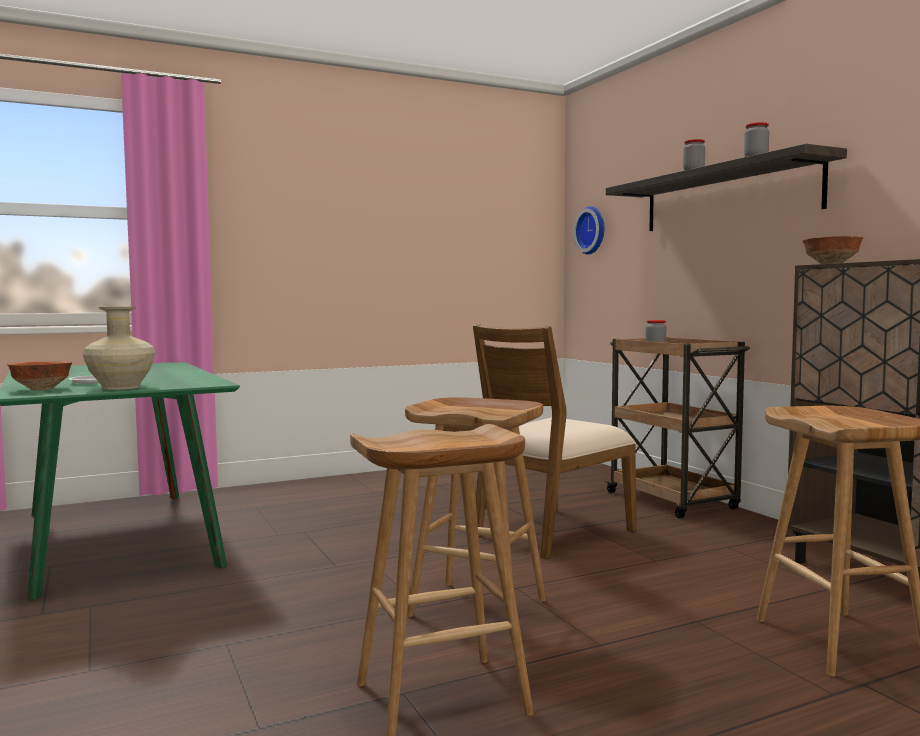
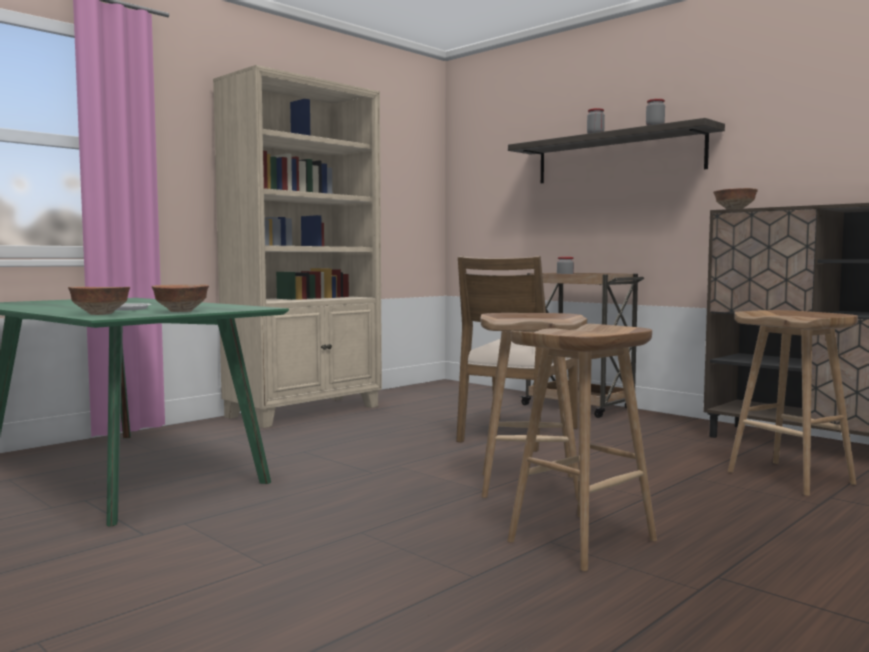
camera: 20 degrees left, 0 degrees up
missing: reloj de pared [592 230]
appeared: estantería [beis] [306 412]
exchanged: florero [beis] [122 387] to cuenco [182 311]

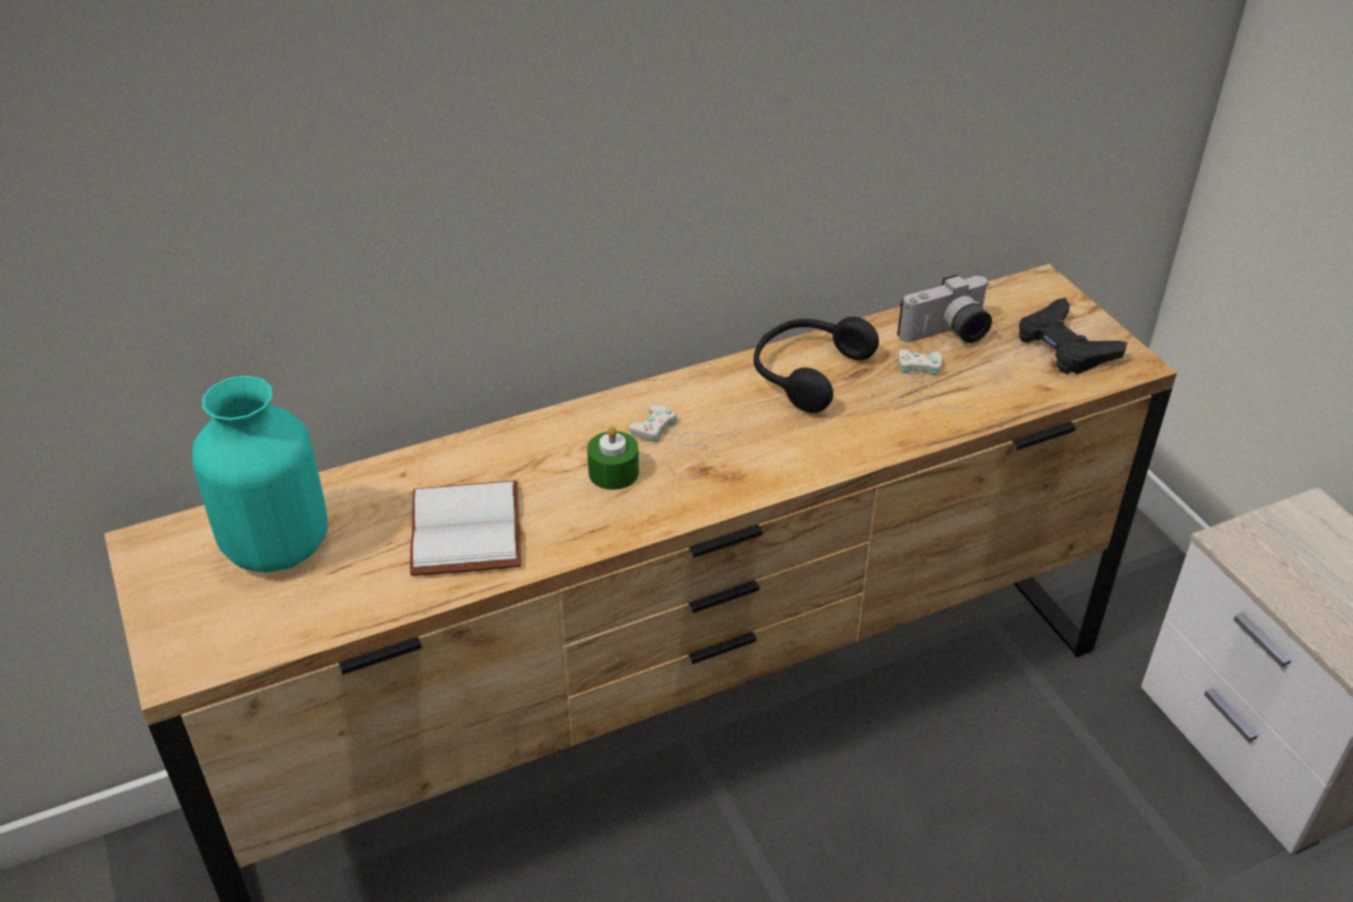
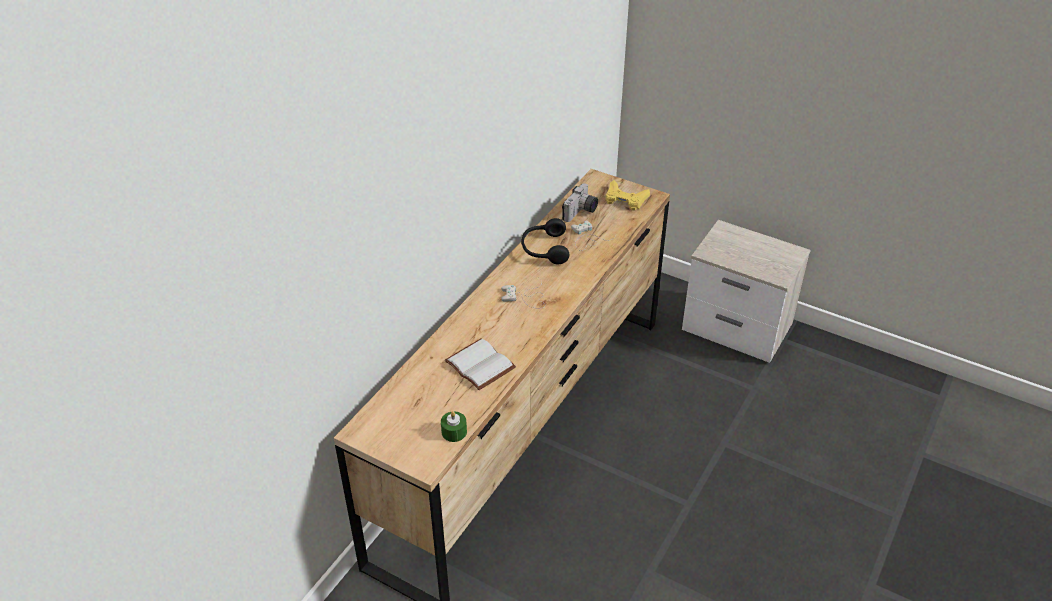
camera: 35 degrees left, 0 degrees up
missing: florero [turquesa] [279 546]
relocated: vela [verde] [613 472] to [454 432]
colour: mando de consola [negro] [1065 346] to mando de consola [amarillo] [625 199]

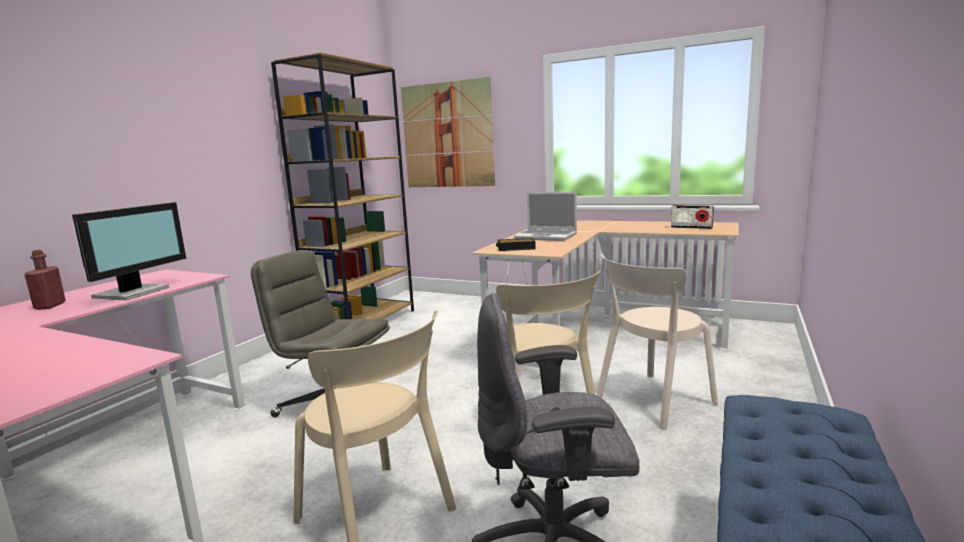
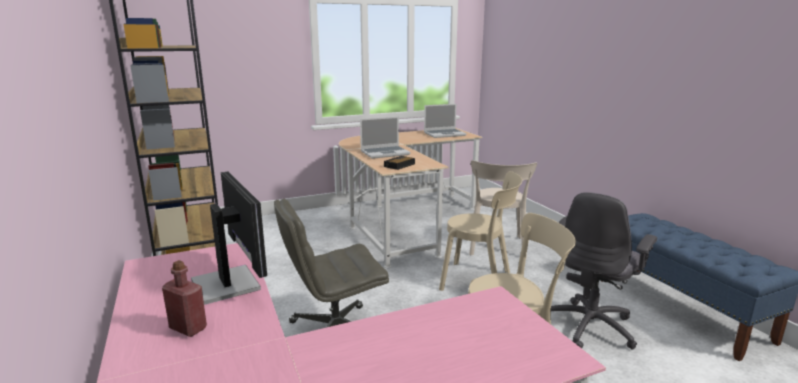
camera: 50 degrees left, 5 degrees up
missing: cuadro [447 135]
exchanged: radio [691 227] to portátil [444 134]

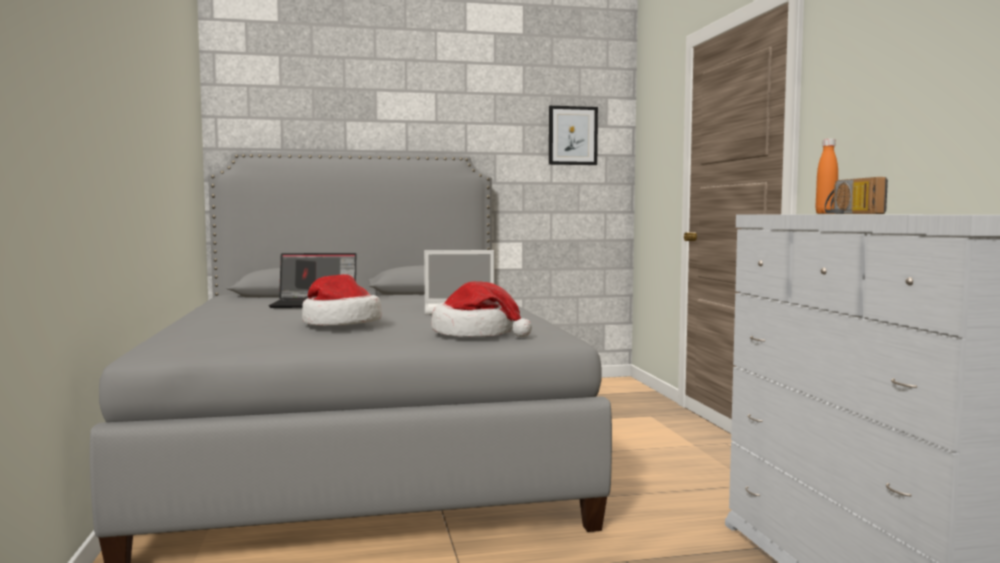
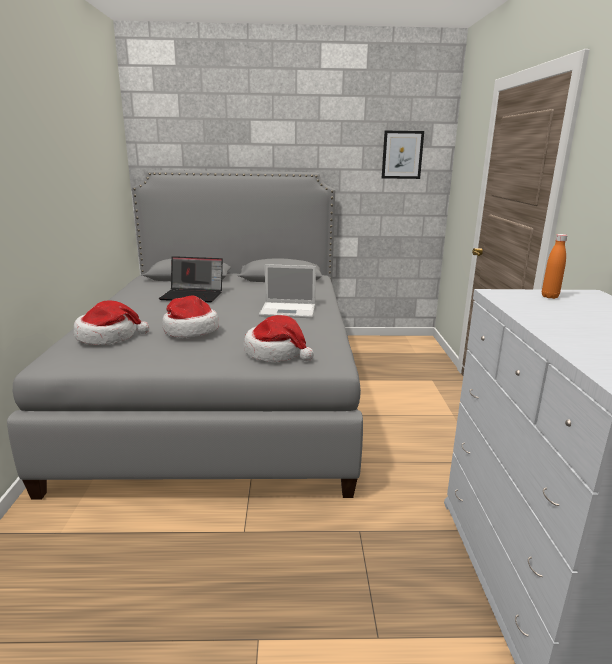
camera: 10 degrees right, 15 degrees up
missing: radio [849 213]
appeared: sombrero [108 337]

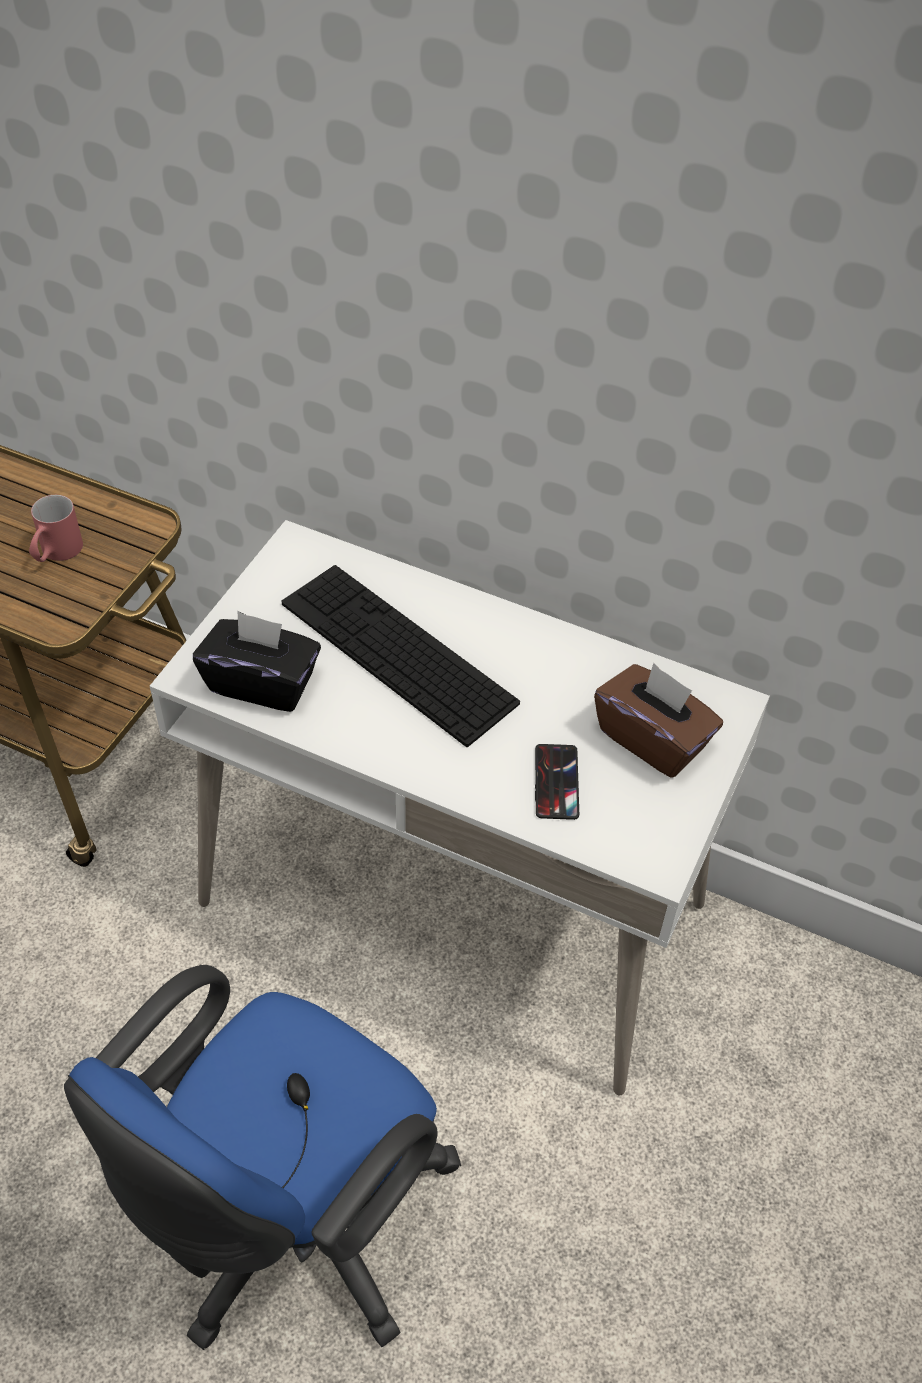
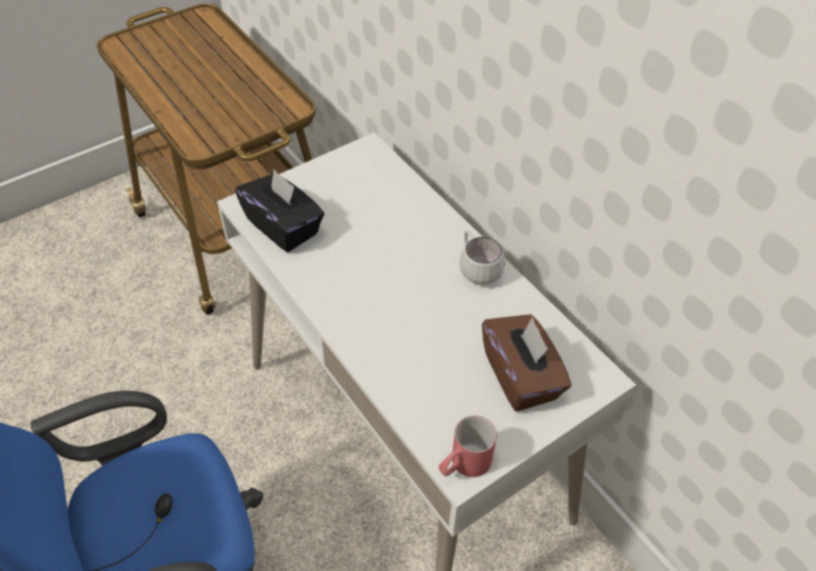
camera: 30 degrees right, 0 degrees up
missing: teclado [397 652]; móvil [556 782]
appeared: taza grande [blanco] [476 269]
relocated: taza grande [rojo] [56 554] to [463 465]

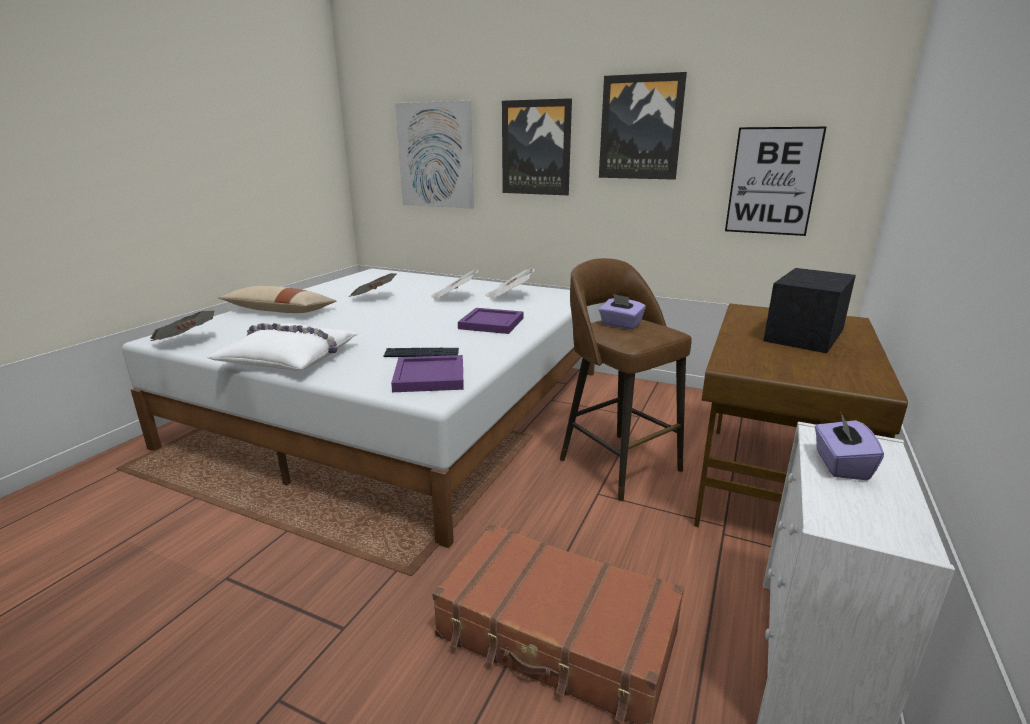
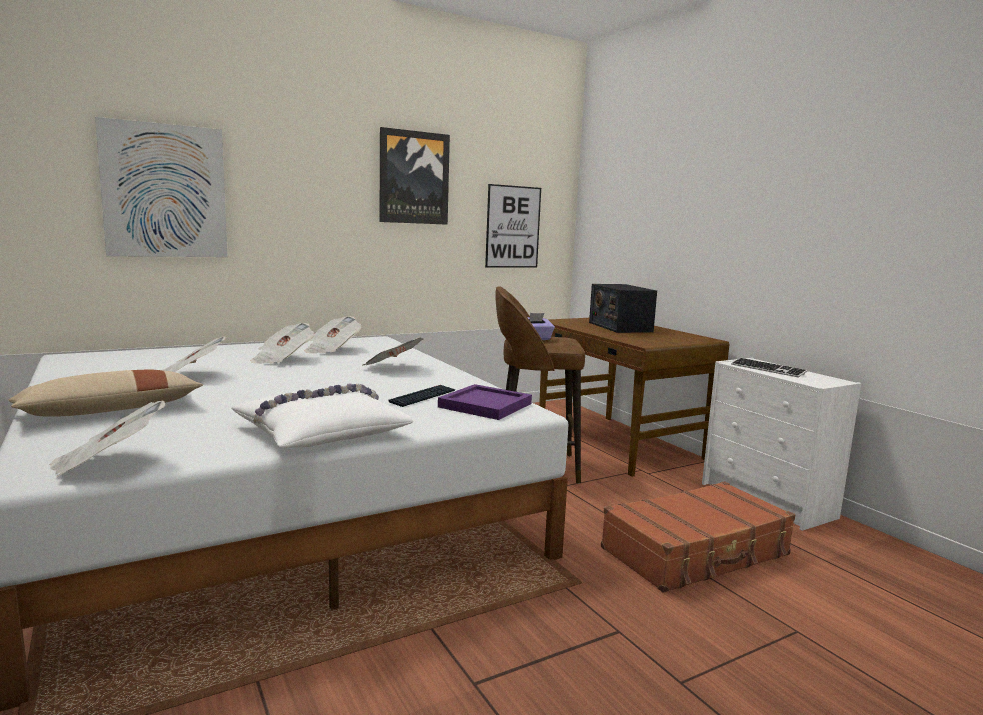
camera: 55 degrees left, 10 degrees down
missing: cuadro [536 148]
exchanged: bandeja [morado] [491 323] to periódico [392 368]; caja de pañuelos [morado] [840 465] to teclado [767 369]

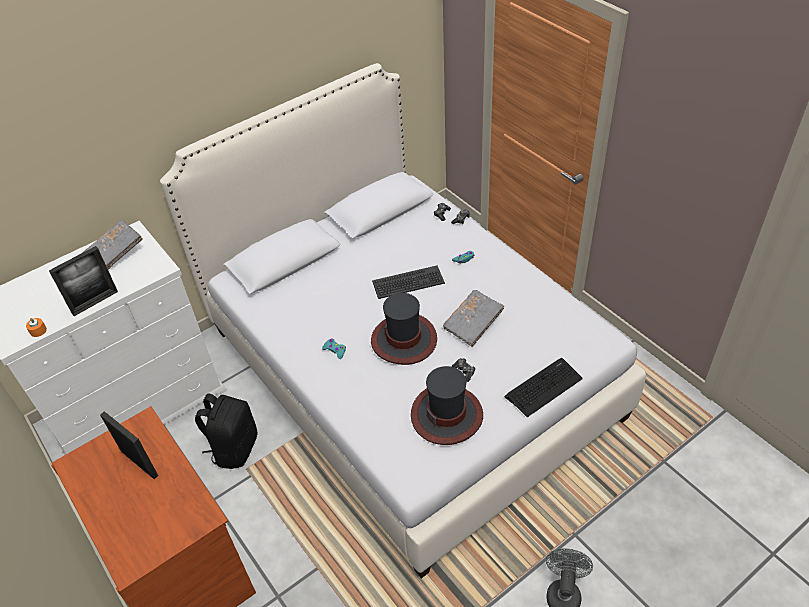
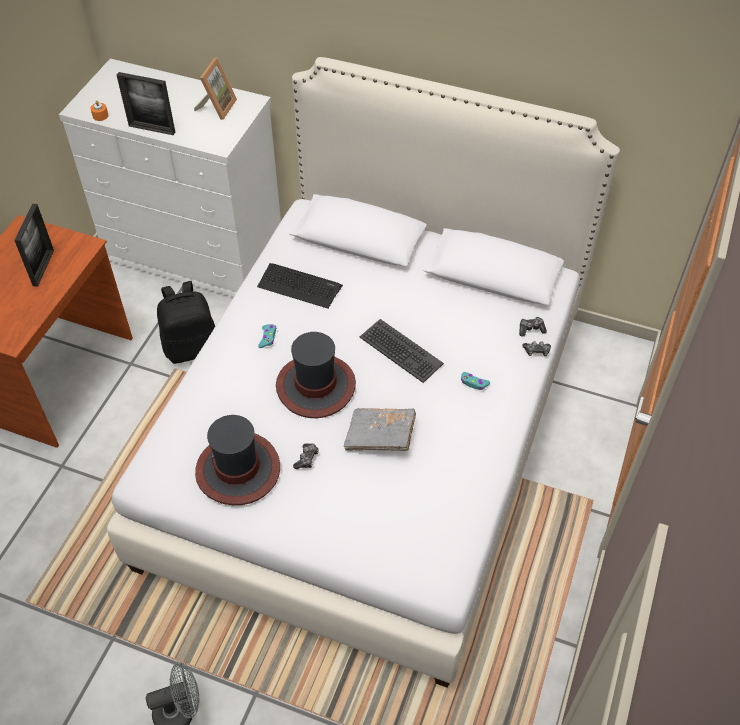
camera: 55 degrees right, 5 degrees up
relocated: teclado [543 387] to [299 286]
exchanged: libro [gris] [115 254] to portarretratos [217 107]

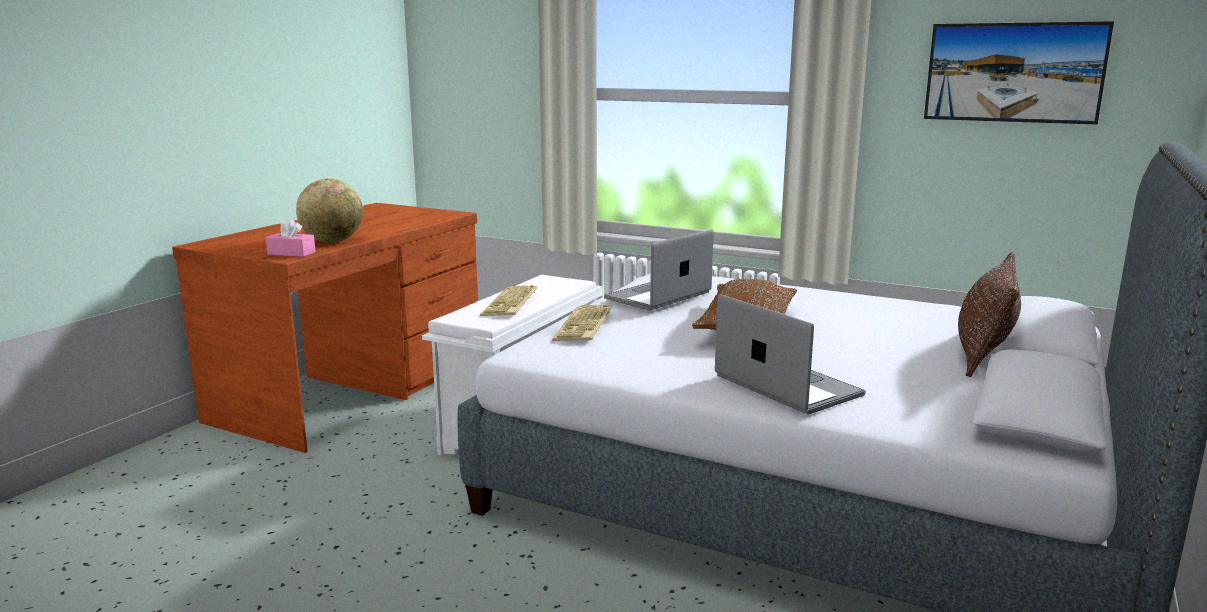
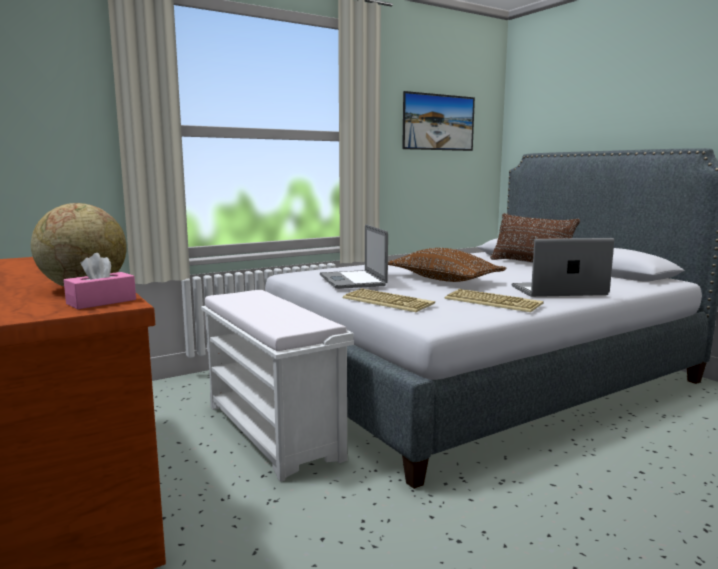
camera: 60 degrees left, 5 degrees down
relocated: teclado [511 303] to [494 302]

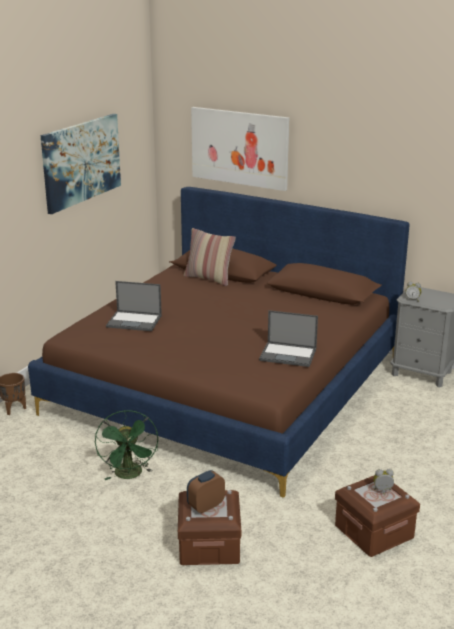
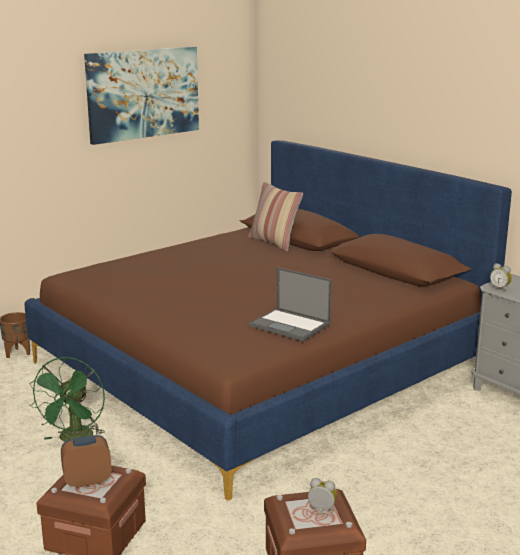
camera: 20 degrees right, 5 degrees down
missing: portátil [135 321]; cuadro [239 147]

